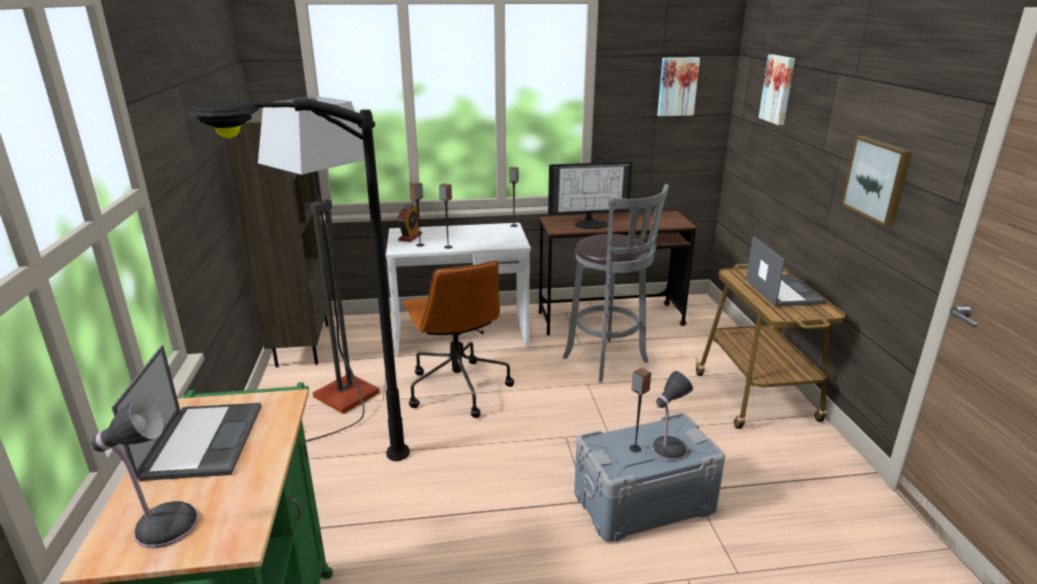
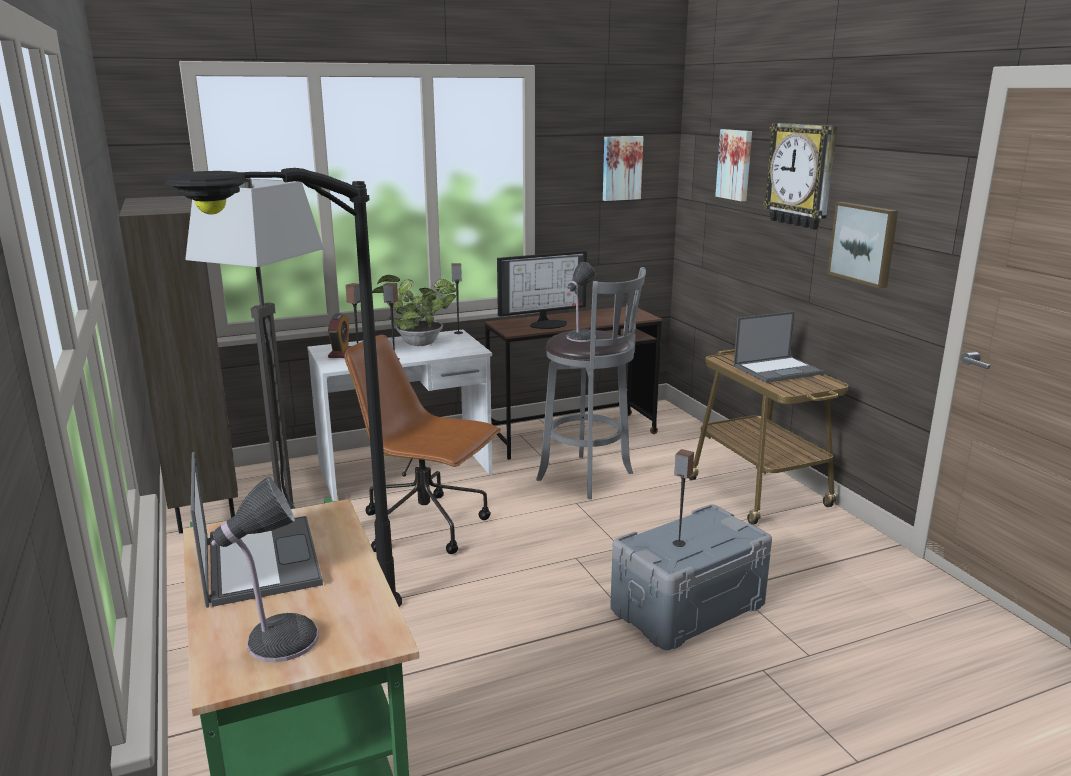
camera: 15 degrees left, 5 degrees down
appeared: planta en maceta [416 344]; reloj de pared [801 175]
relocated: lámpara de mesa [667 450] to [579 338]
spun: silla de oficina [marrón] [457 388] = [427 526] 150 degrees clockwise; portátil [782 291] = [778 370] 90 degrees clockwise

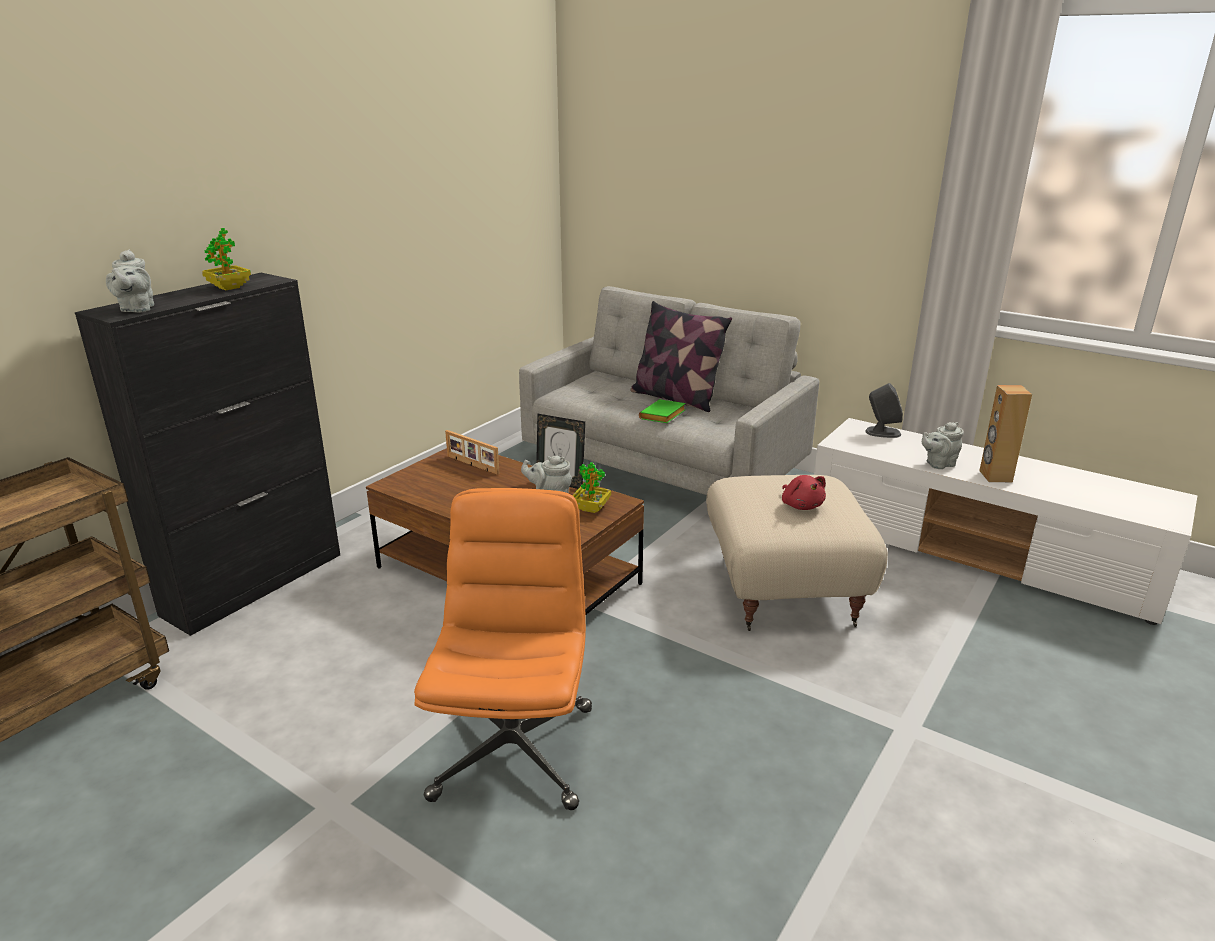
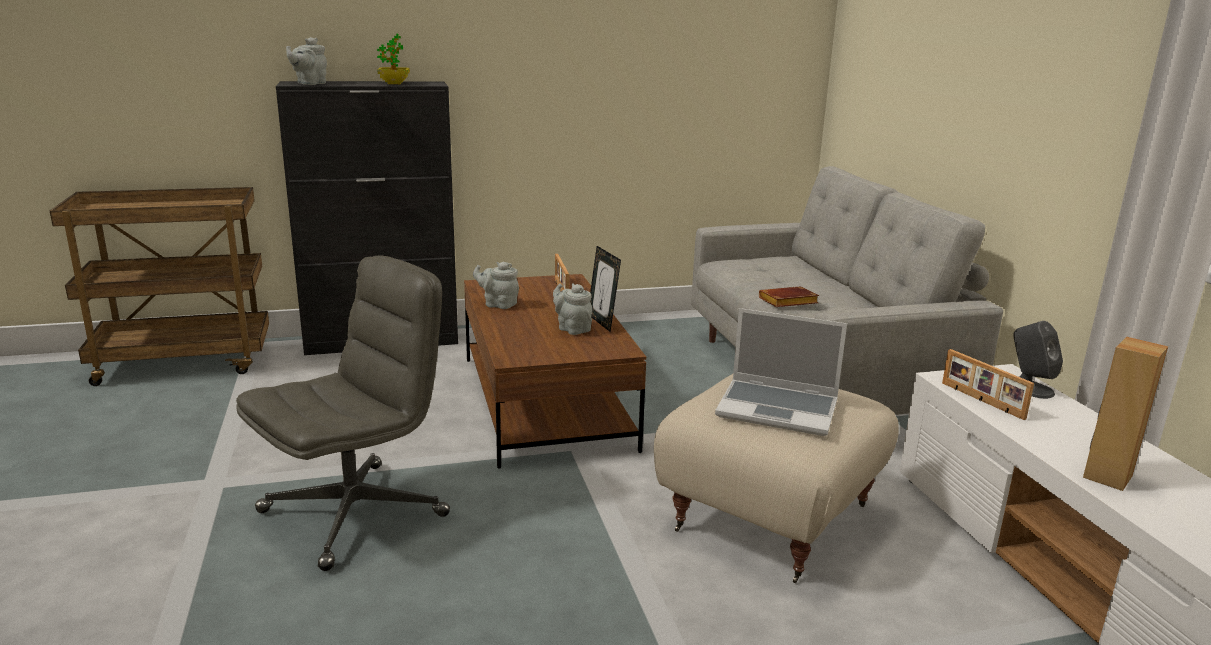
camera: 40 degrees right, 5 degrees down
missing: planta en maceta [590 508]; cojín [675 398]
appeared: portarretratos [981 400]
relocated: tetera [gris] [938 464] to [498 304]
exchanged: peluche [rojo] [801 505] to portátil [779 409]
colour: silla de oficina [naranja] [513 750] to silla de oficina [gris] [355 512]; libro [verde] [663 416] to libro [marrón] [787 302]

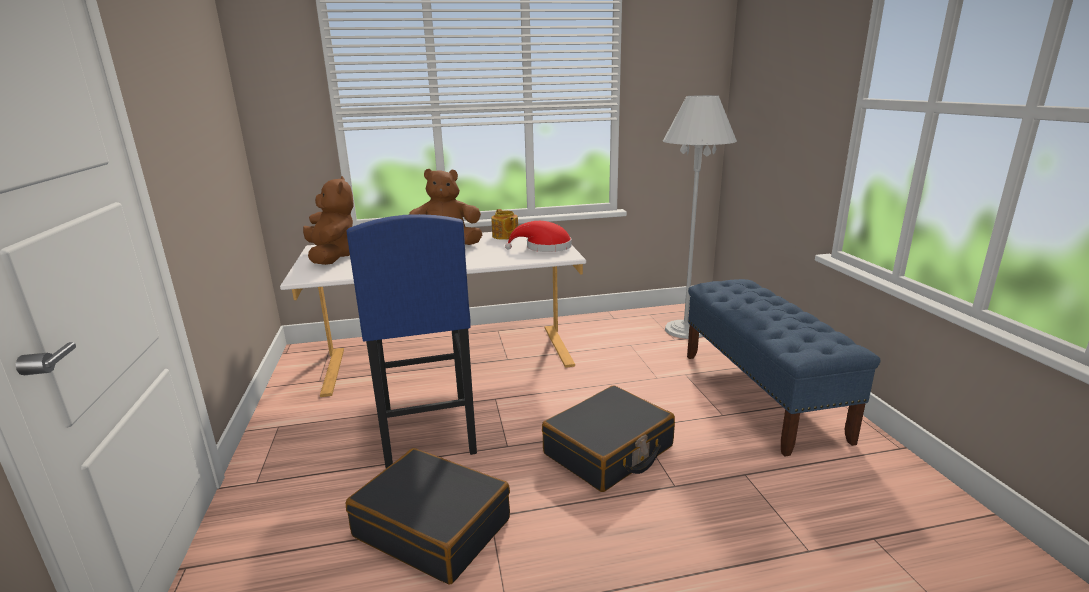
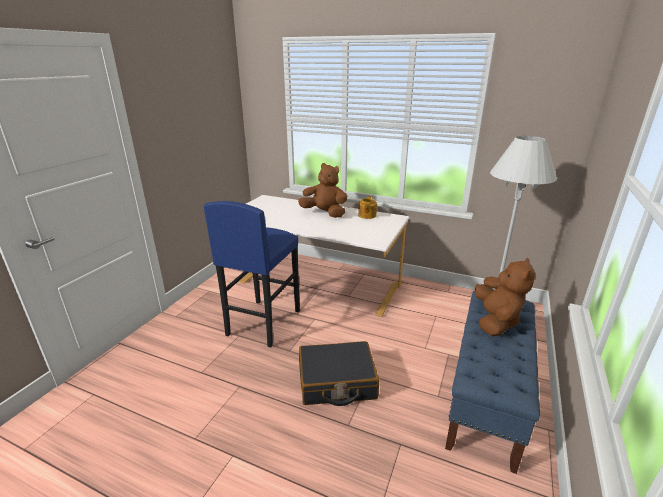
camera: 35 degrees right, 5 degrees up
missing: maleta [negro] [433 527]; sombrero [rojo] [544 248]
relocated: peluche [marrón] [332 257] to [495 321]

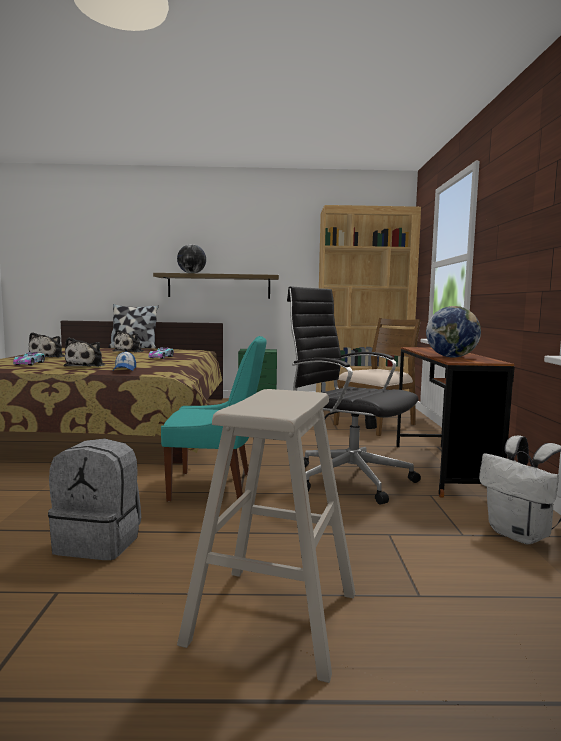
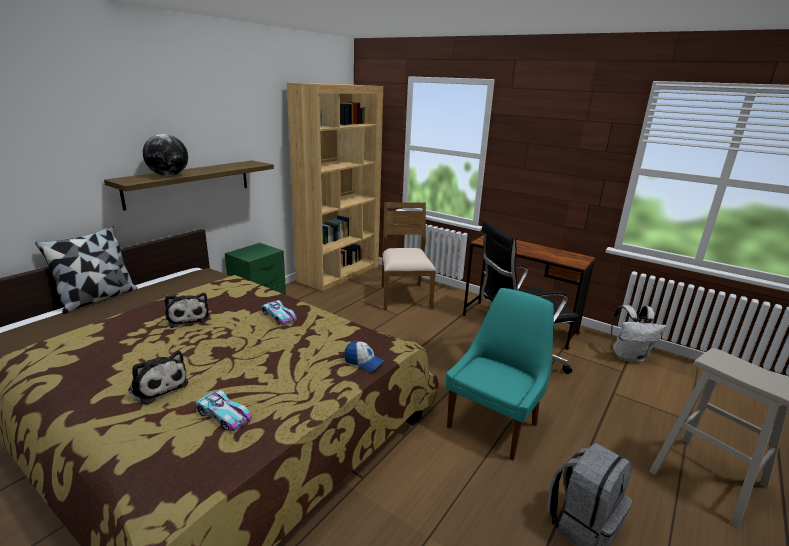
camera: 55 degrees left, 15 degrees up
missing: peluche [86 366]; globo terráqueo [451 357]

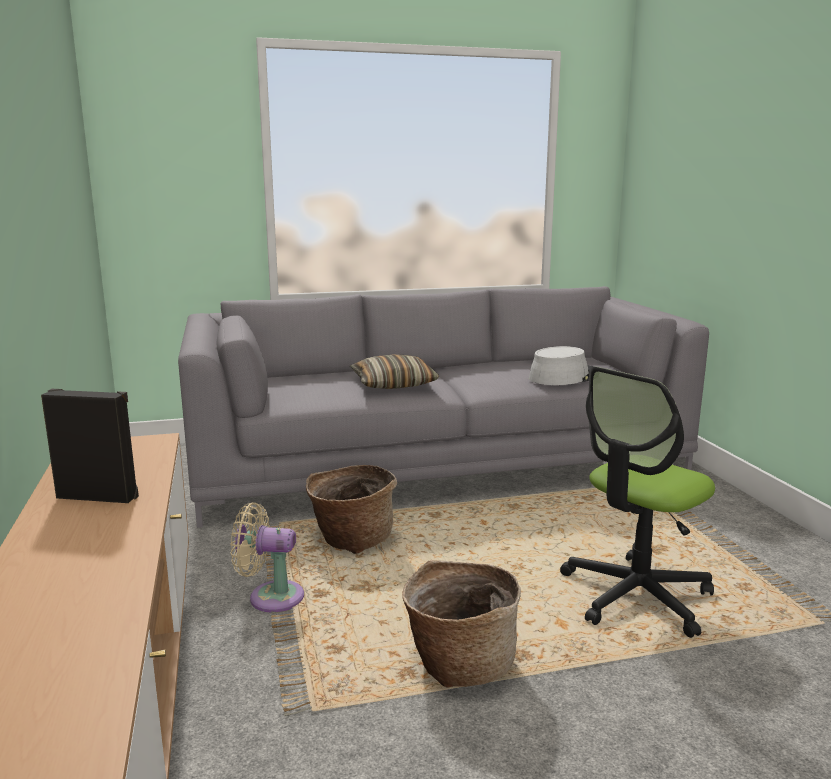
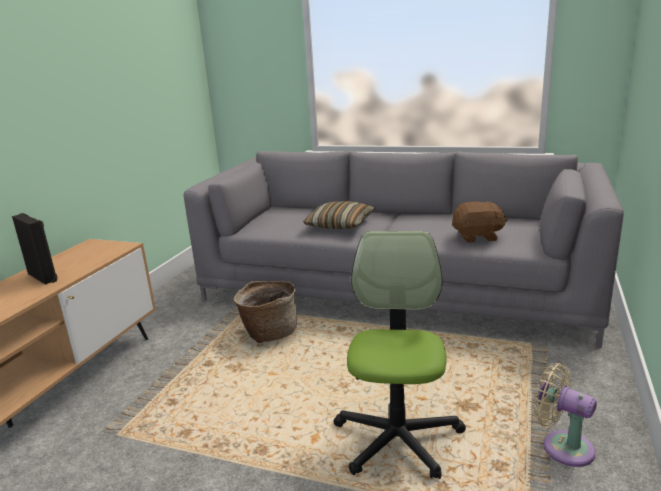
camera: 35 degrees right, 5 degrees up
missing: cesta [459 664]
relocated: ventilador [beis] [270 596] to [562 446]
exchanged: sombrero [gris] [563 376] to peluche [marrón] [477 237]
spun: silla de oficina [636 596] = [397 438] 105 degrees clockwise

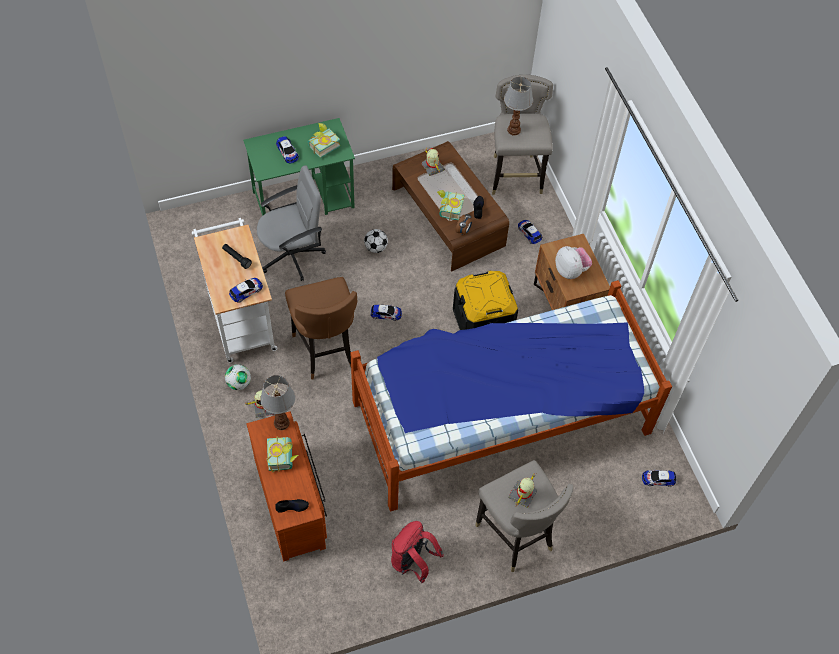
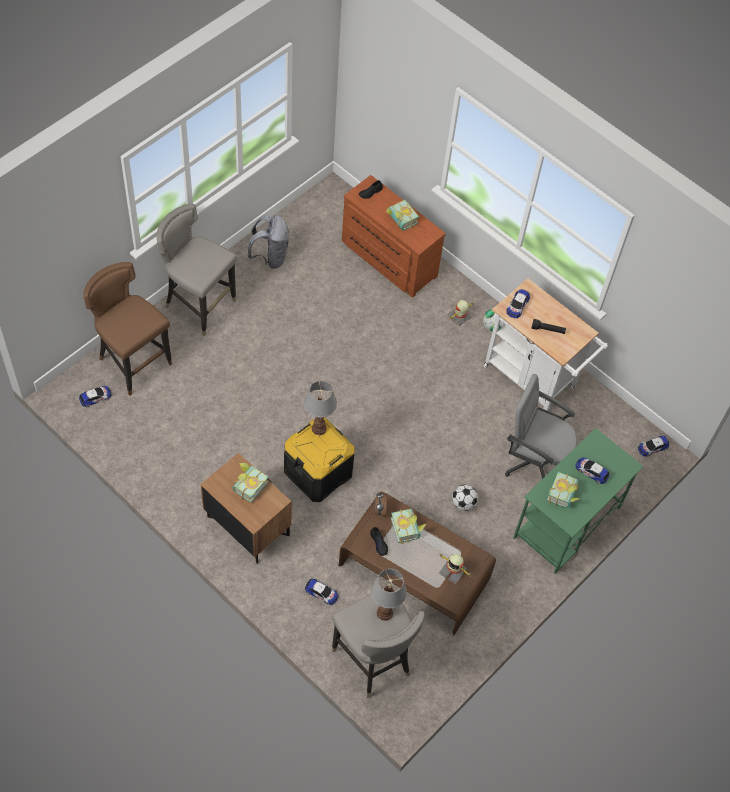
camera: 150 degrees right, 0 degrees up
missing: cama [500 416]; robot de juguete [523 495]
relocated: lámpara de mesa [281 422] to [319 429]; taburete [marrón] [325 351] to [133 363]; coche de juguete [386 314] to [652 447]
exchanged: peluche [571 271] to libro [248 485]
colour: mochila [rojo] [413 562] to mochila [gris] [270 257]
spun: silla de oficina [gris] [292 254] = [535 460] 75 degrees clockwise

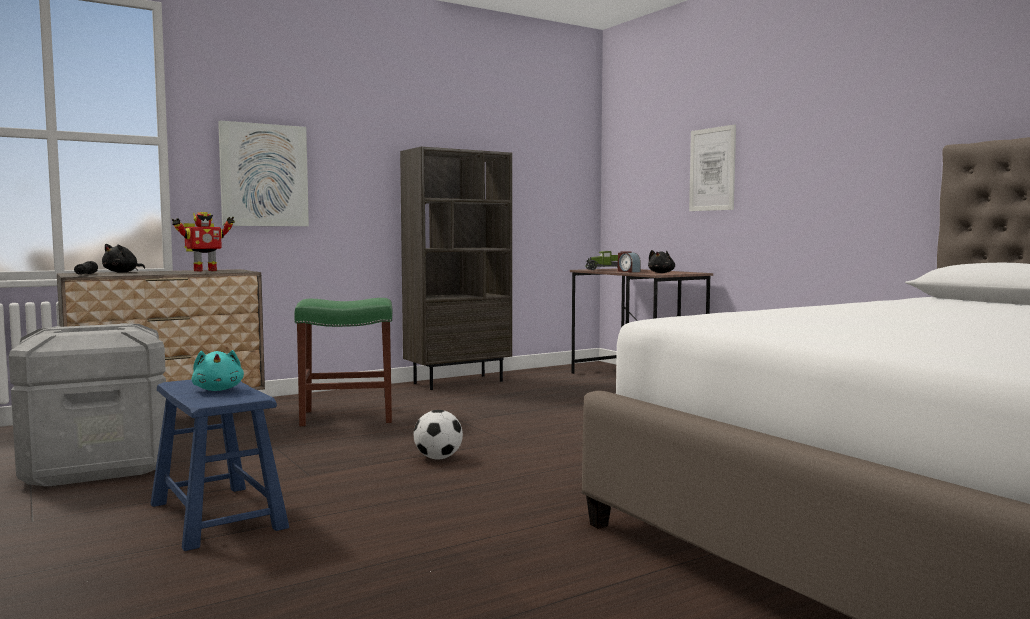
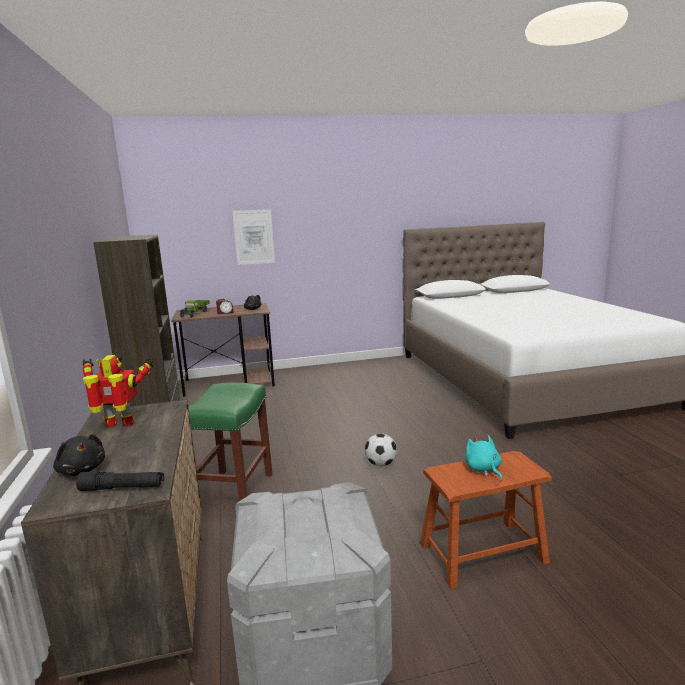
camera: 70 degrees left, 10 degrees up
missing: cuadro [264 175]
colour: taburete [azul] [217 516] to taburete [marrón] [482 553]
spun: robot de juguete [204 271] = [120 425] 75 degrees counterclockwise; peluche [turquesa] [218 389] = [483 469] 105 degrees counterclockwise

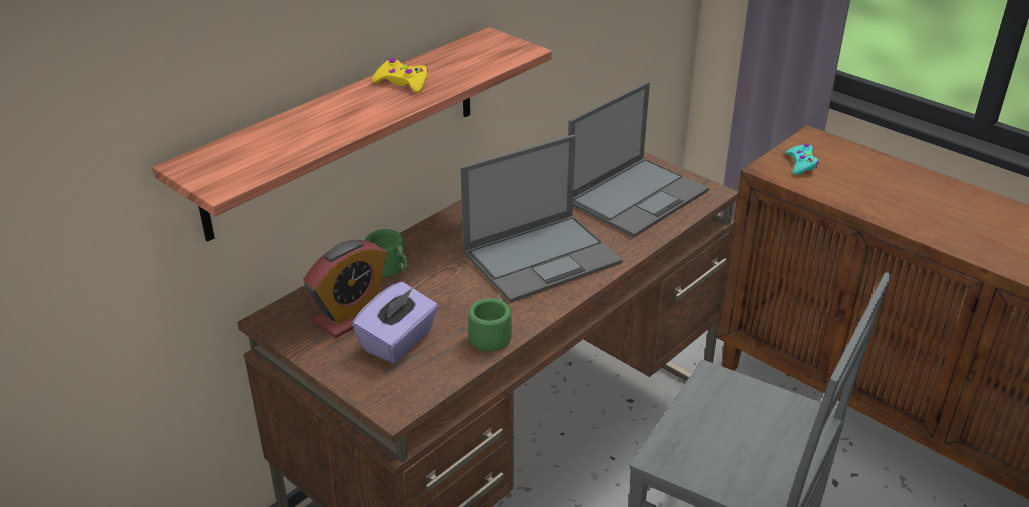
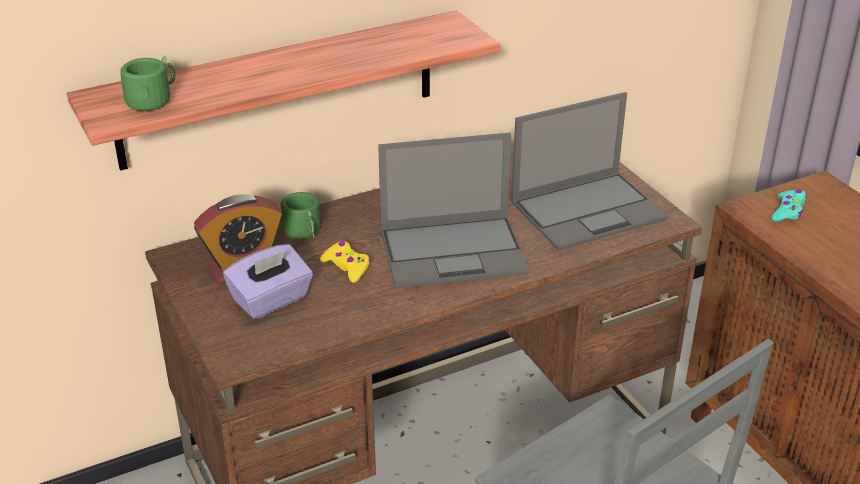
camera: 20 degrees right, 0 degrees up
relocated: mando de consola [amarillo] [402 83] to [347 267]; taza grande [verde] [490 336] to [151 99]

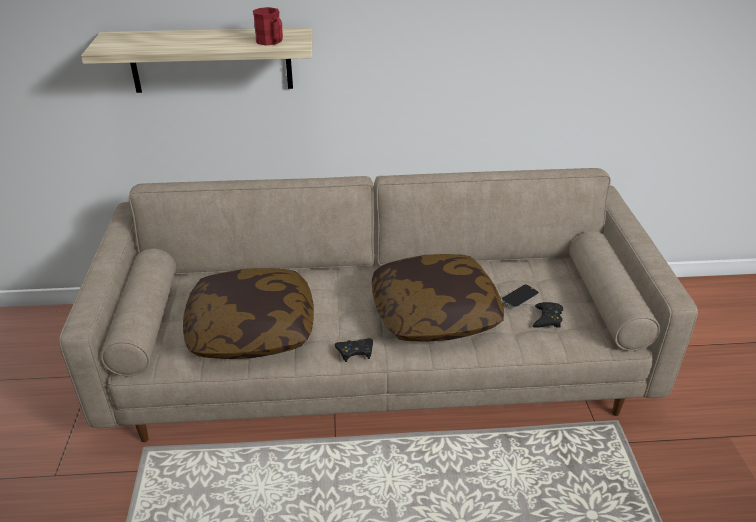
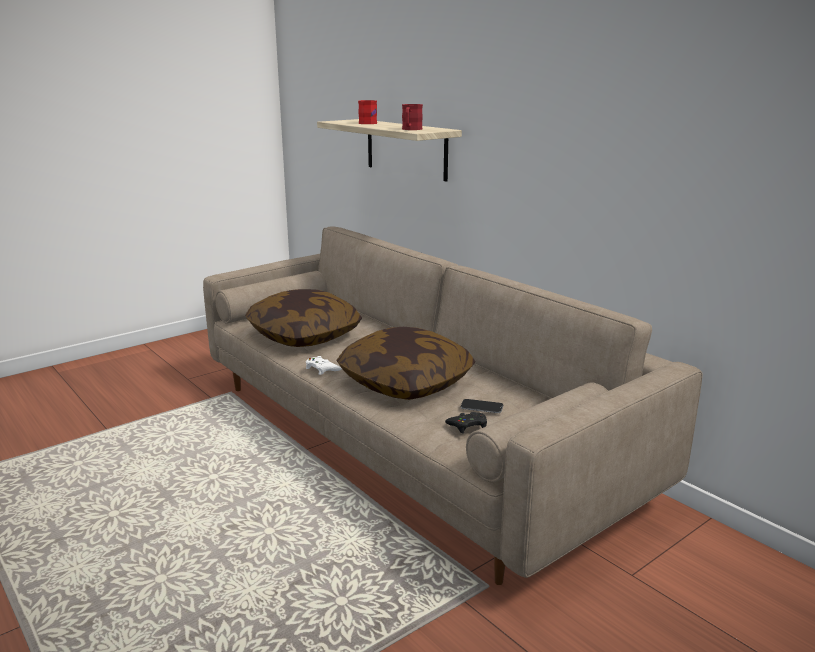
camera: 55 degrees right, 15 degrees down
appeared: taza grande [rojo] [370 123]
colour: mando de consola [negro] [355 352] to mando de consola [blanco] [322 369]

